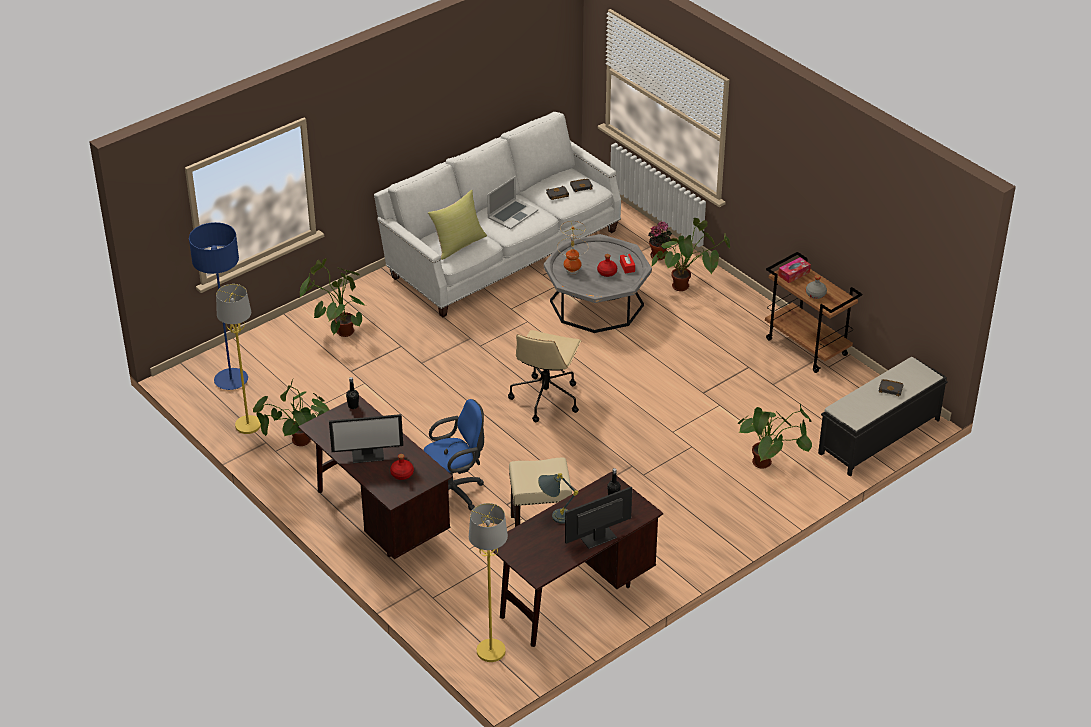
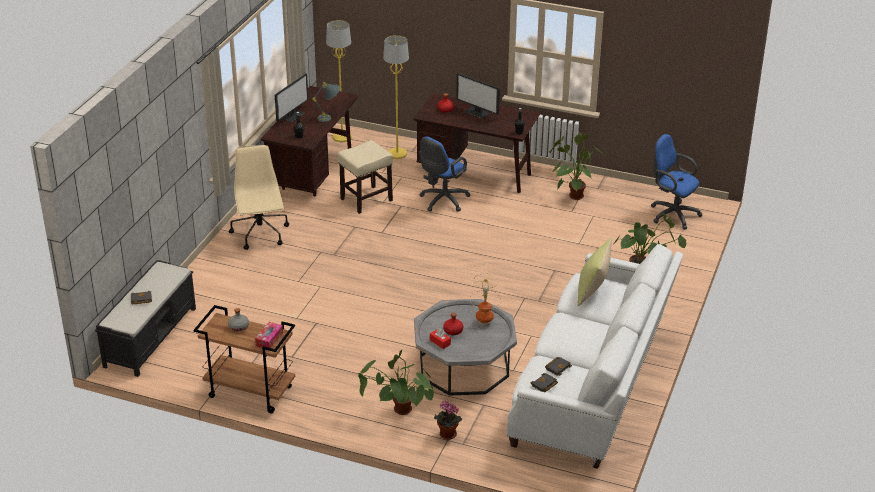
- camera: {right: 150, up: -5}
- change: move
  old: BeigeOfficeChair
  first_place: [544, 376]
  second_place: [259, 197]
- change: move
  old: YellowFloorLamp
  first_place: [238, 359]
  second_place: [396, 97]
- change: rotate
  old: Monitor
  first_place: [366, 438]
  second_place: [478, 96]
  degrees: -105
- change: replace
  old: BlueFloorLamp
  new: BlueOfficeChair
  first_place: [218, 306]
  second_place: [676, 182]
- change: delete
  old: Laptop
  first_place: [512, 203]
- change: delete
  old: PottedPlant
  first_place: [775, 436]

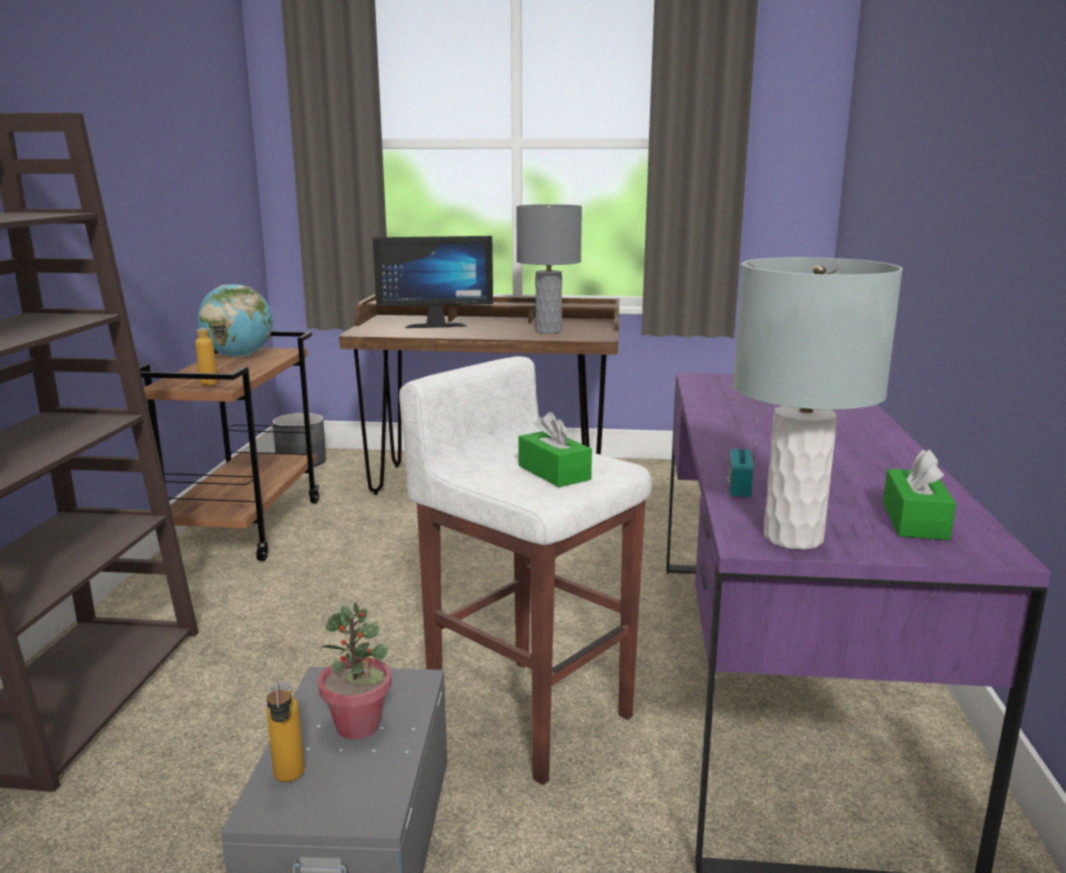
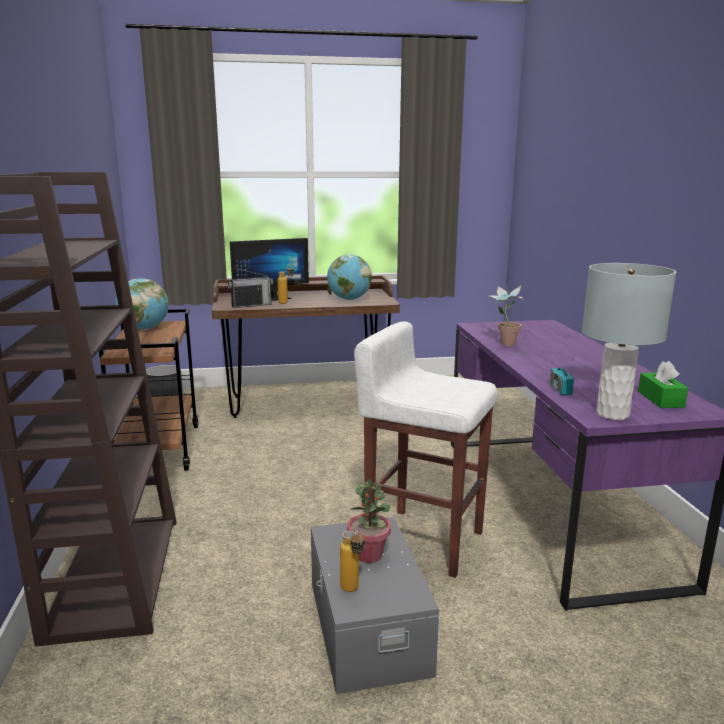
- camera: {right: -15, up: 0}
- change: insert
  new: Radio
  second_place: [250, 288]
- change: move
  old: Bottle
  first_place: [211, 351]
  second_place: [286, 284]
- change: replace
  old: GreyTableLamp
  new: Globe
  first_place: [549, 269]
  second_place: [349, 277]
- change: insert
  new: PottedPlant
  second_place: [505, 316]
- change: delete
  old: GreenTissueBox
  first_place: [555, 449]

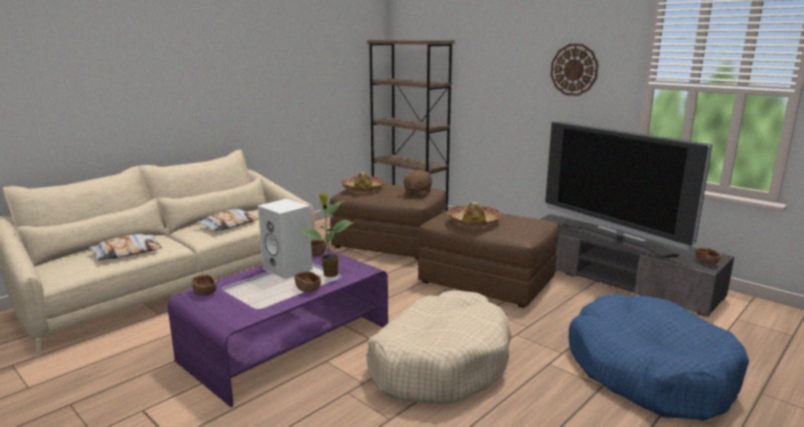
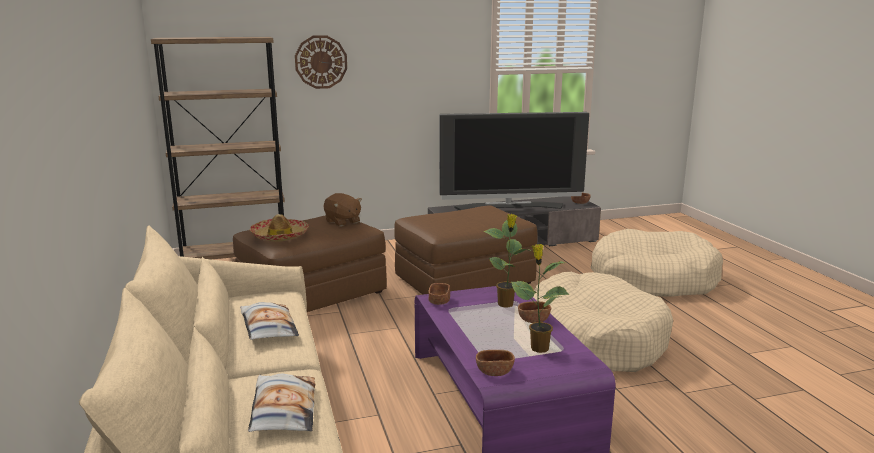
- camera: {right: -60, up: 0}
- change: move
  old: WallClock
  first_place: [574, 70]
  second_place: [321, 62]
- change: insert
  new: PottedPlant
  second_place: [540, 298]
- change: recolor
  old: BlueDogBed
  new: BeigeDogBed
  first_place: [659, 357]
  second_place: [657, 263]
- change: delete
  old: WhiteSpeaker
  first_place: [285, 239]
- change: delete
  old: Hat
  first_place: [474, 214]

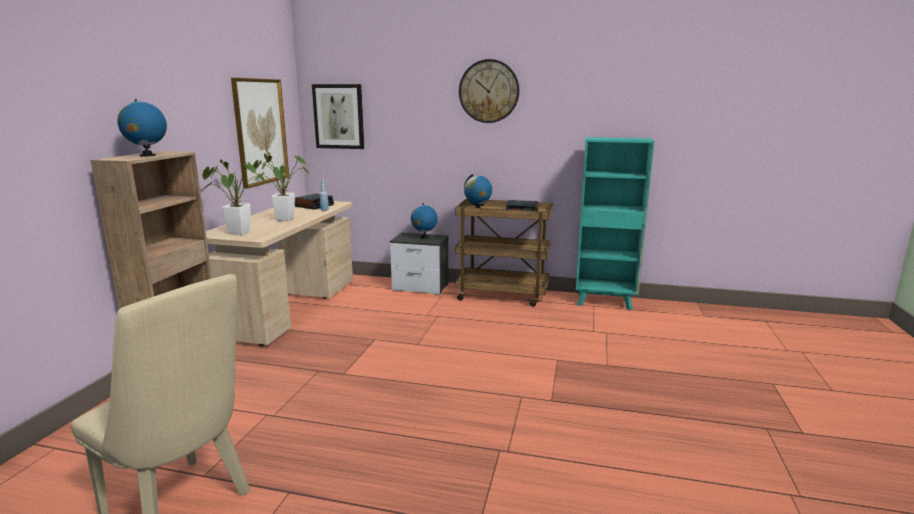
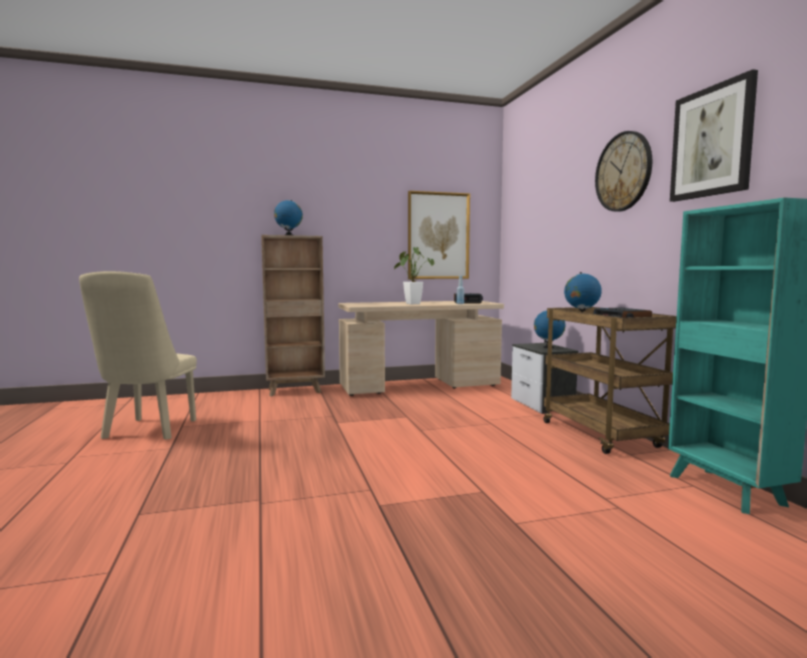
- camera: {right: 60, up: -10}
- change: move
  old: Picture
  first_place: [338, 116]
  second_place: [714, 135]
- change: delete
  old: PottedPlant
  first_place: [234, 197]

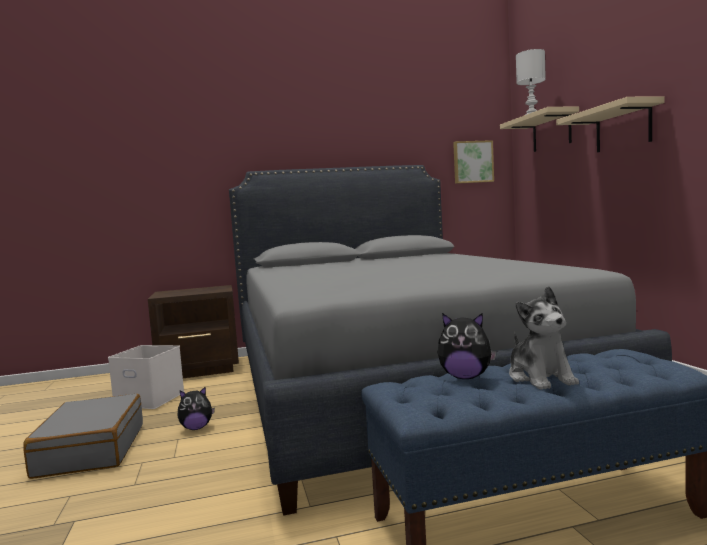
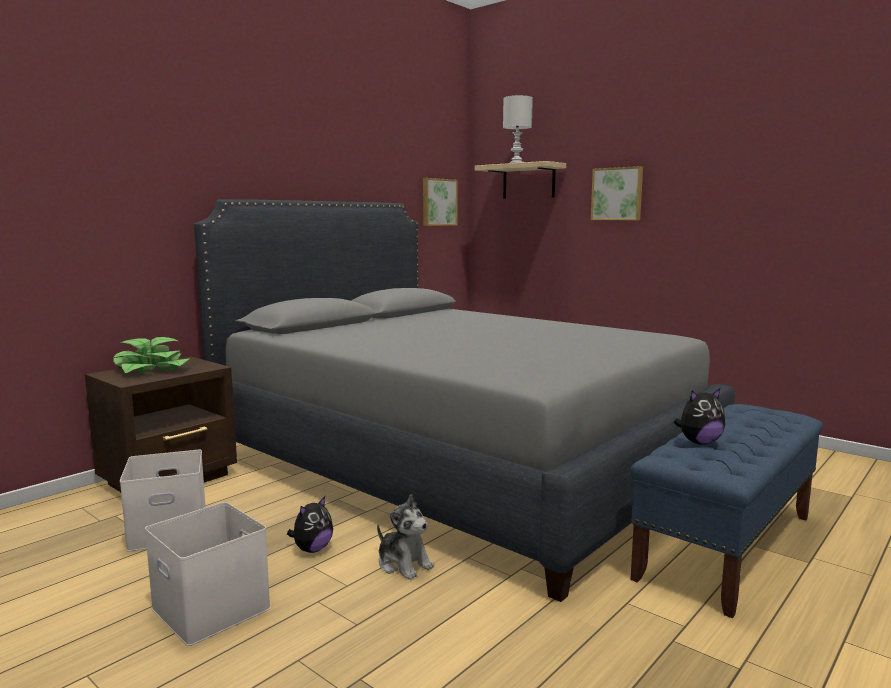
- camera: {right: -35, up: 5}
- change: insert
  new: PottedPlant
  second_place: [151, 355]
- change: replace
  old: GreySuitcase
  new: WhiteStorageBox
  first_place: [83, 436]
  second_place: [208, 574]
- change: move
  old: PlushToy
  first_place: [544, 338]
  second_place: [405, 537]
- change: replace
  old: BeigeShelf
  new: Picture
  first_place: [610, 124]
  second_place: [617, 193]

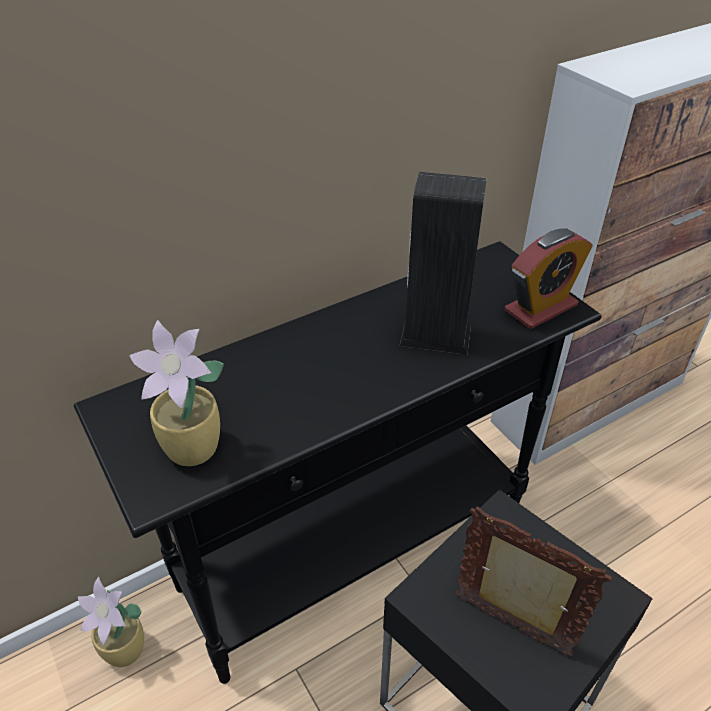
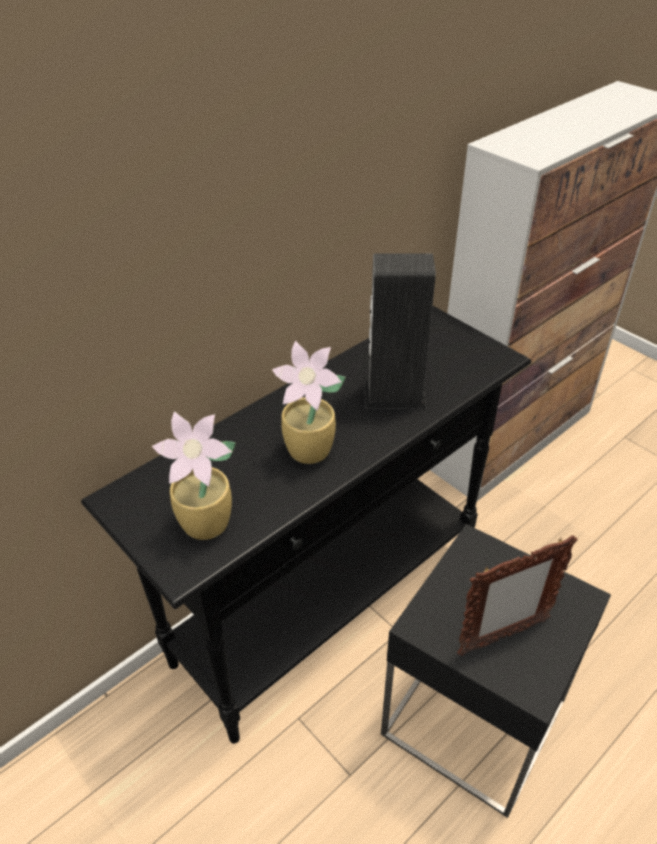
- camera: {right: -10, up: 0}
- change: move
  old: PottedPlant
  first_place: [111, 622]
  second_place: [309, 402]
- change: rotate
  old: PictureFrame
  first_place: [533, 581]
  second_place: [517, 595]
  degrees: 135
- change: delete
  old: AlarmClock
  first_place: [548, 278]

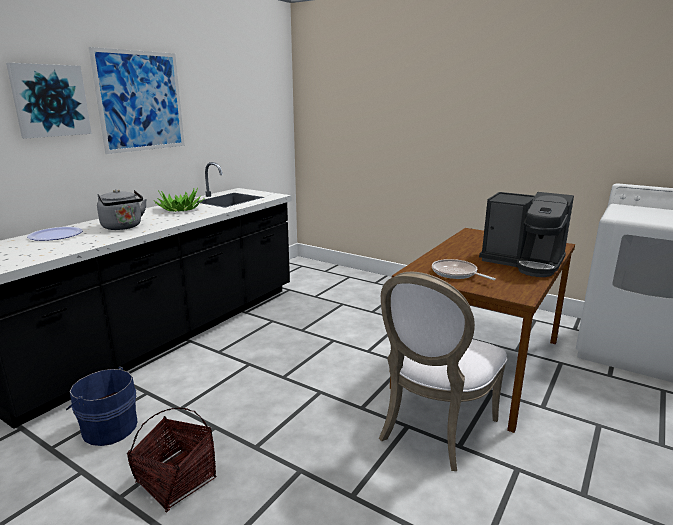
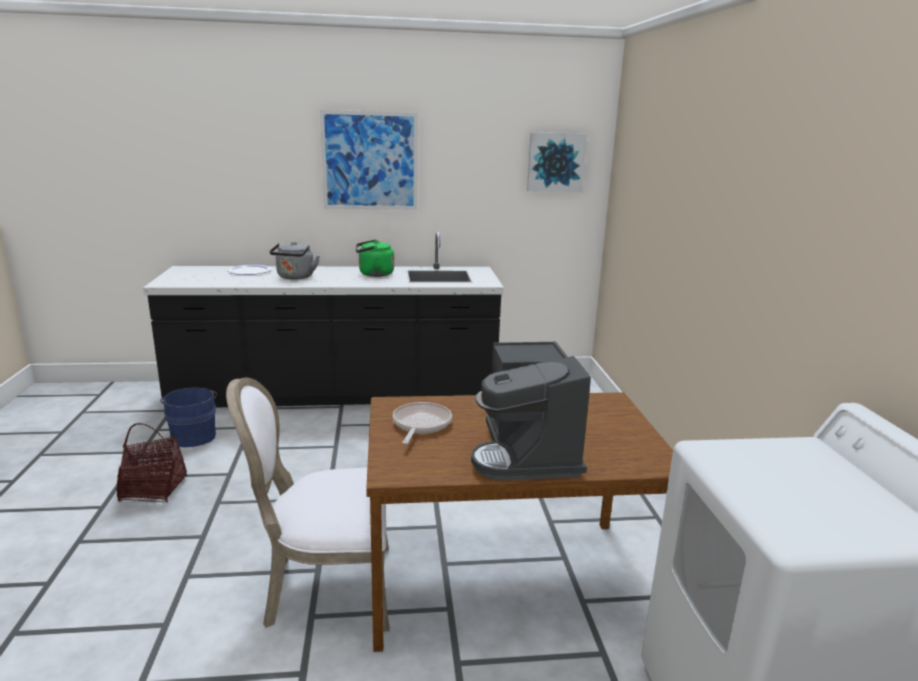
- camera: {right: 50, up: 0}
- change: replace
  old: PottedPlant
  new: GreenKettle
  first_place: [179, 200]
  second_place: [375, 258]
- change: move
  old: Picture
  first_place: [49, 101]
  second_place: [557, 162]

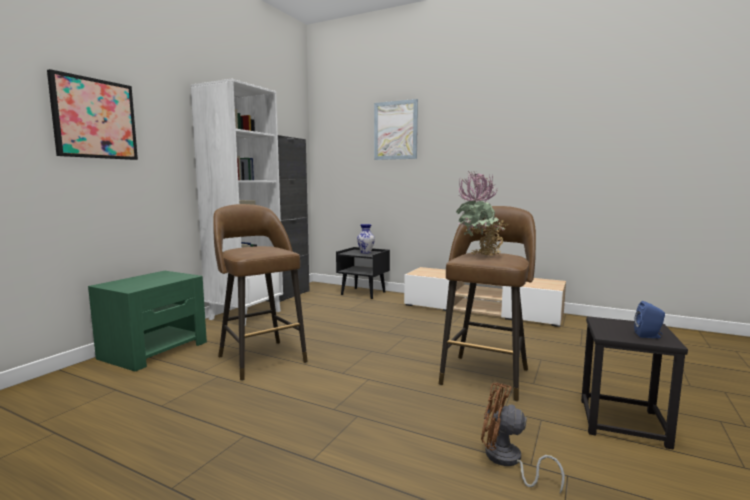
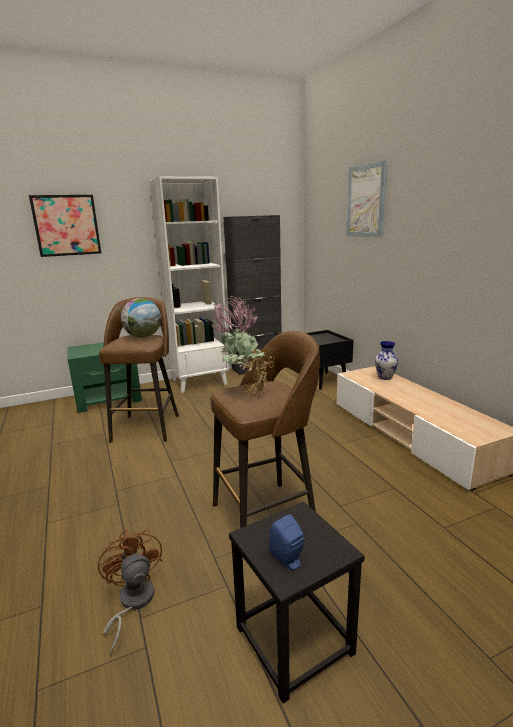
- camera: {right: 40, up: 10}
- change: insert
  new: Globe
  second_place: [141, 318]
- change: move
  old: Vase
  first_place: [366, 239]
  second_place: [387, 360]

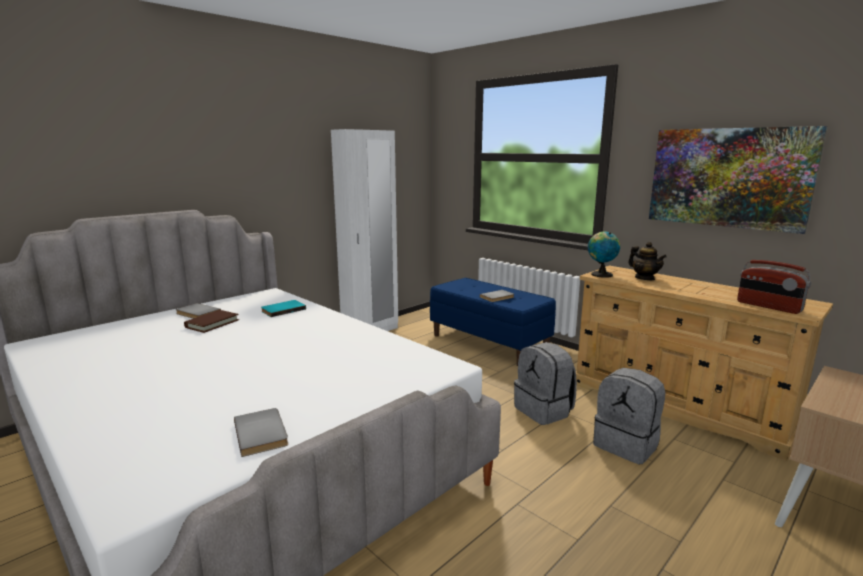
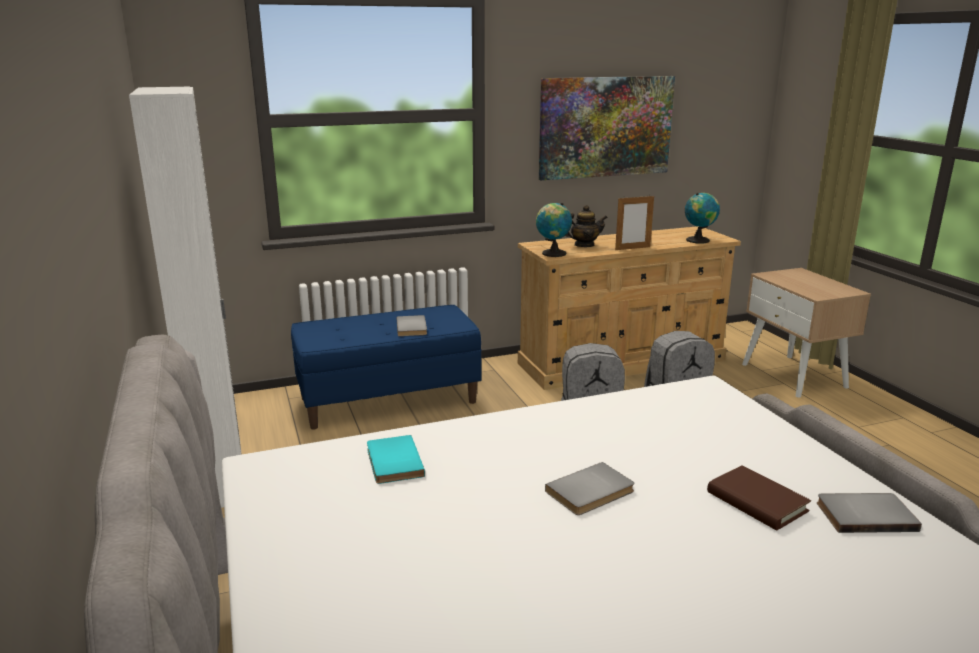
- camera: {right: -65, up: 5}
- change: move
  old: GreyBook
  first_place: [198, 311]
  second_place: [589, 488]
- change: insert
  new: PictureFrame
  second_place: [634, 223]
- change: replace
  old: Radio
  new: Globe
  first_place: [774, 287]
  second_place: [702, 218]
- change: move
  old: BrownBook
  first_place: [211, 321]
  second_place: [759, 497]

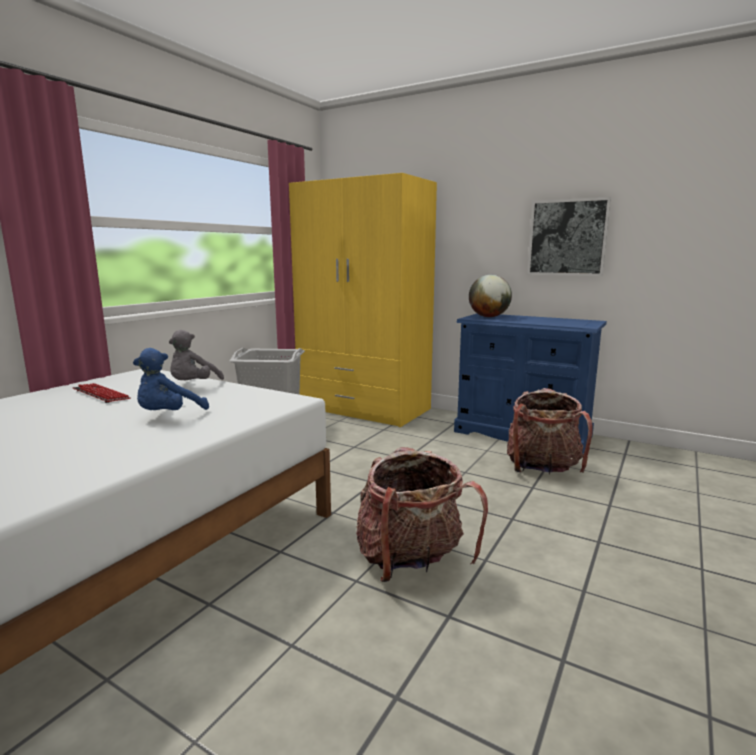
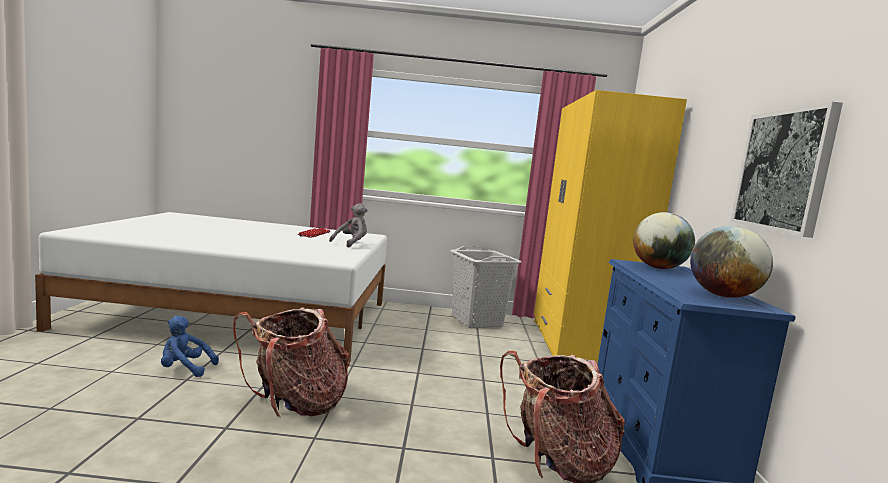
- camera: {right: 60, up: -5}
- change: move
  old: BluePlushToy
  first_place: [171, 379]
  second_place: [190, 346]
- change: rotate
  old: GreyPlushToy
  first_place: [196, 355]
  second_place: [348, 225]
  degrees: 135
- change: insert
  new: Globe
  second_place: [731, 262]

